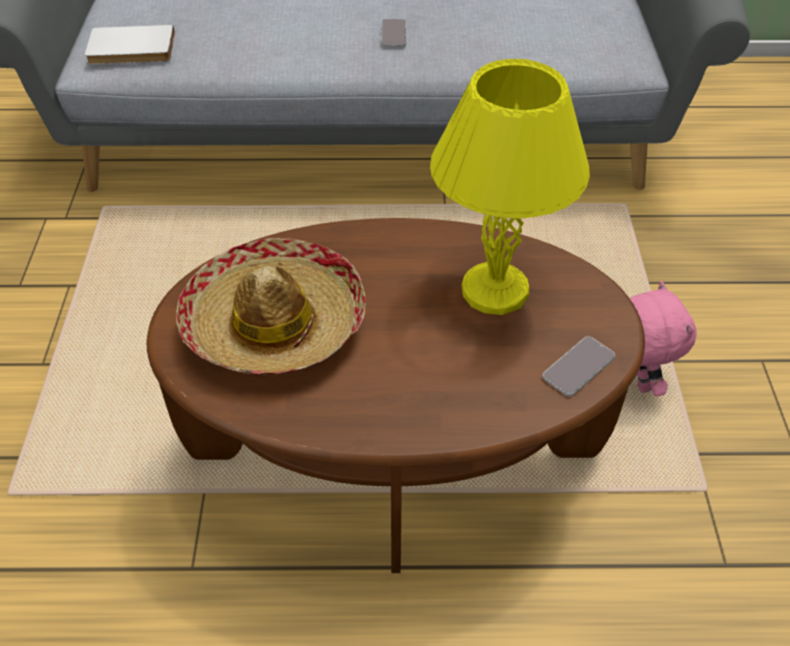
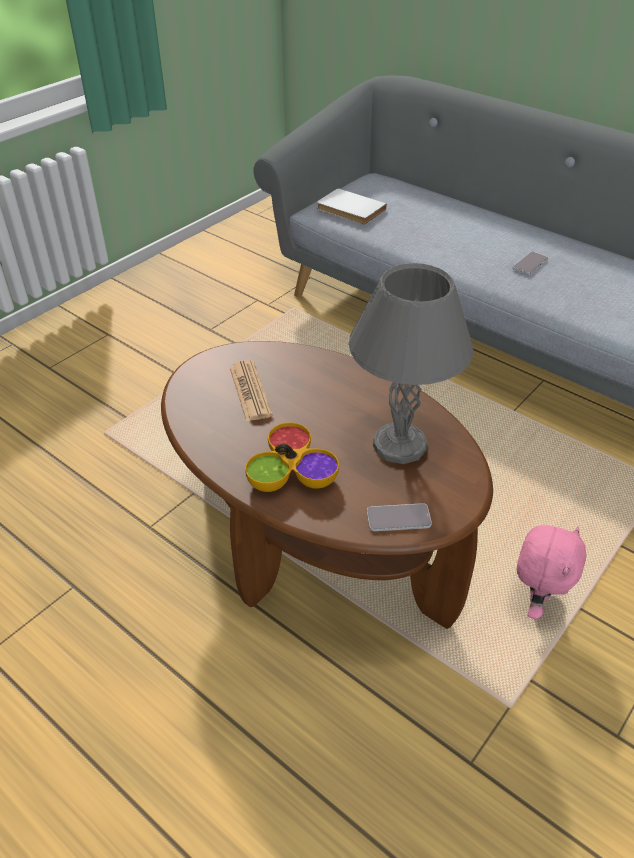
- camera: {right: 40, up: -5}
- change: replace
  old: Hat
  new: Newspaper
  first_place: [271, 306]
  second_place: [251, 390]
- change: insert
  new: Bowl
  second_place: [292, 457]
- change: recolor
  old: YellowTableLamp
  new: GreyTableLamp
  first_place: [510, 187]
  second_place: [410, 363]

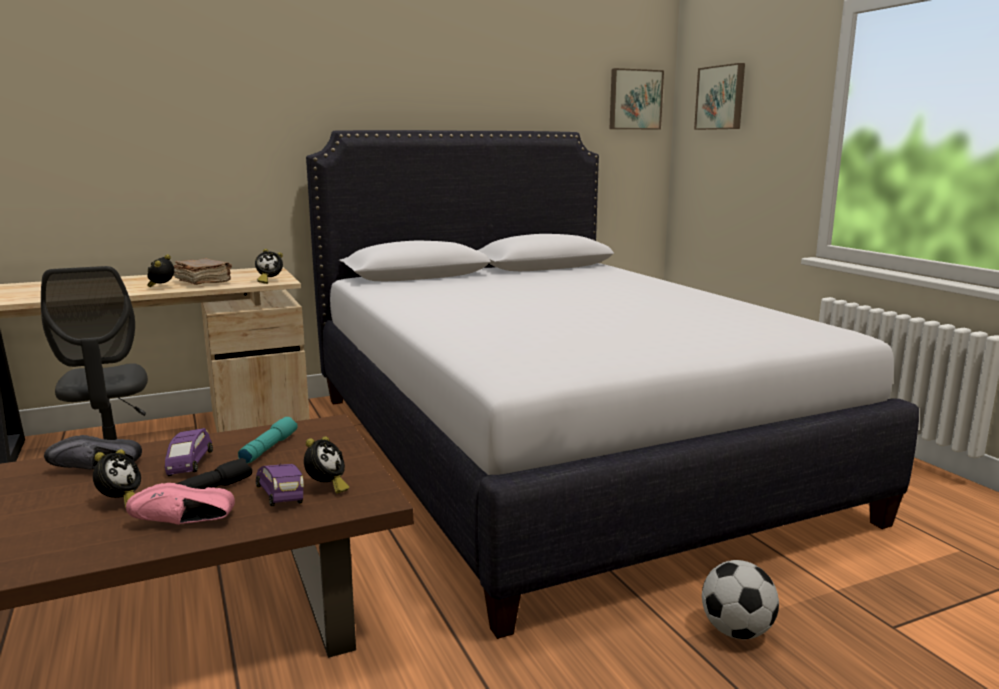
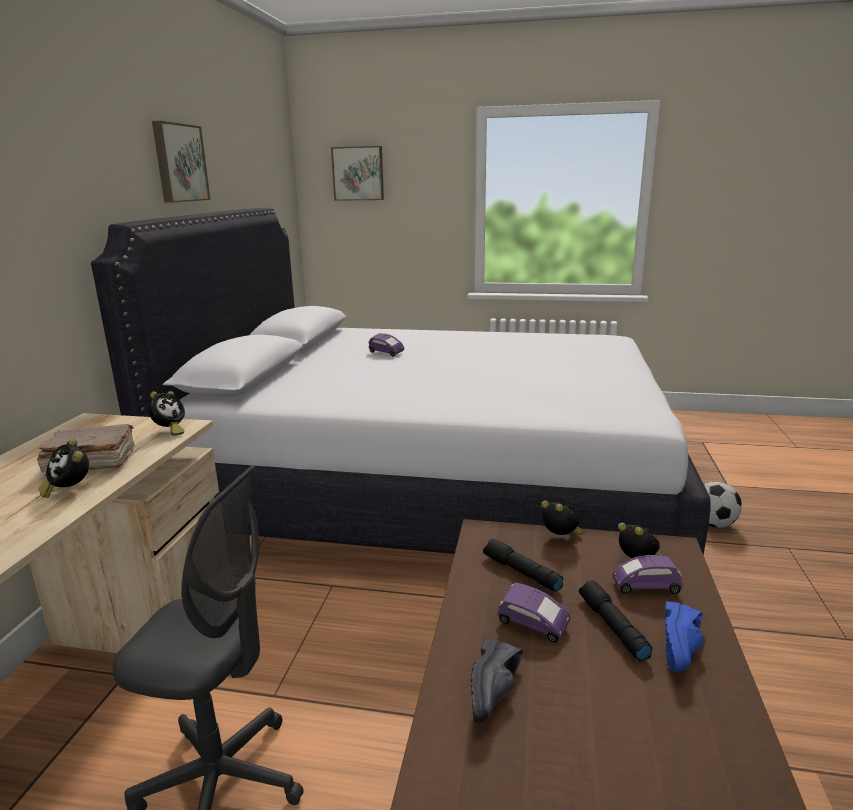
- camera: {right: -55, up: 5}
- change: move
  old: Picture
  first_place: [636, 98]
  second_place: [181, 162]
- change: insert
  new: PurpleToyCar
  second_place: [386, 345]
- change: recolor
  old: TurquoiseFlashlight
  new: BlackFlashlight
  first_place: [268, 440]
  second_place: [523, 565]
- change: move
  old: AlarmClock
  first_place: [117, 478]
  second_place: [562, 518]
- change: recolor
  old: PinkShoe
  new: BlueShoe
  first_place: [180, 504]
  second_place: [684, 636]

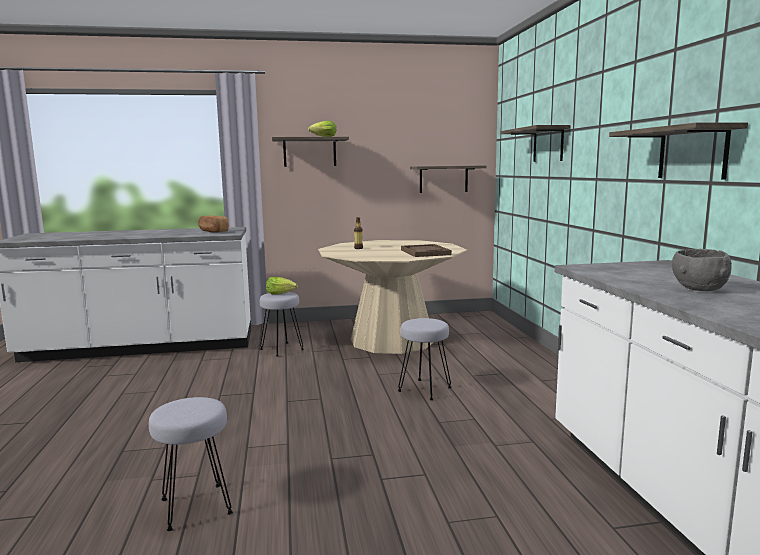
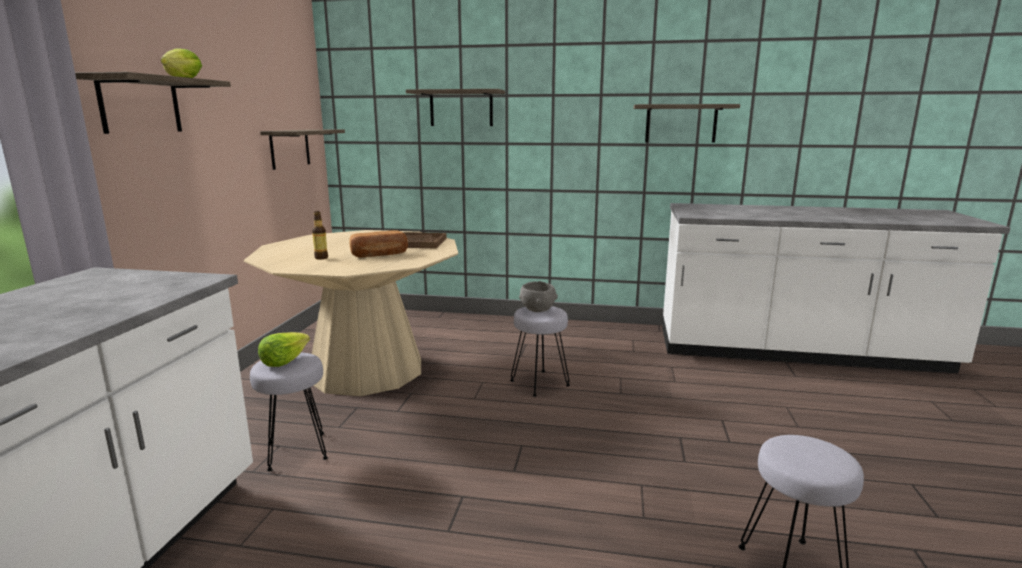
- camera: {right: -70, up: 5}
- change: move
  old: Bread
  first_place: [213, 224]
  second_place: [379, 244]
- change: move
  old: GreyBowl
  first_place: [702, 270]
  second_place: [538, 296]

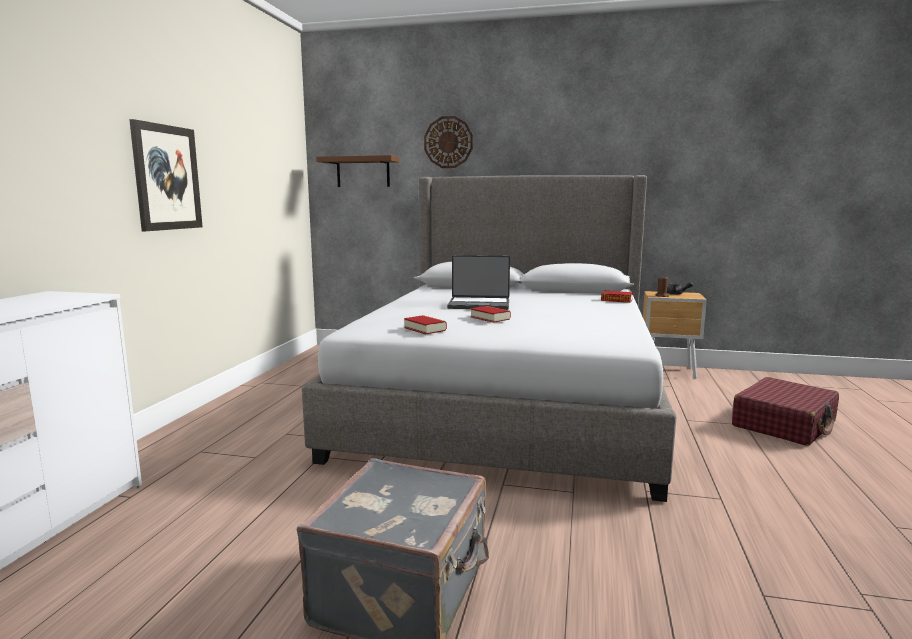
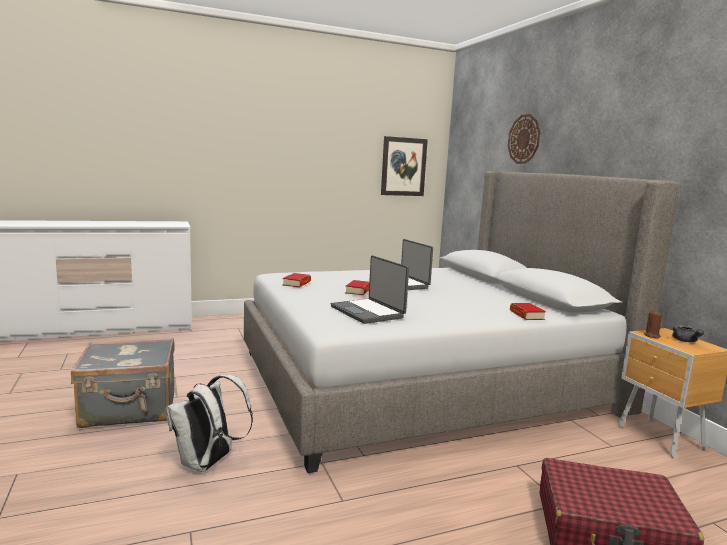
- camera: {right: 55, up: 0}
- change: insert
  new: WhiteBackpack
  second_place: [209, 423]
- change: insert
  new: Laptop
  second_place: [370, 290]
- change: move
  old: Picture
  first_place: [166, 175]
  second_place: [404, 166]
- change: delete
  old: BrownShelf
  first_place: [358, 171]

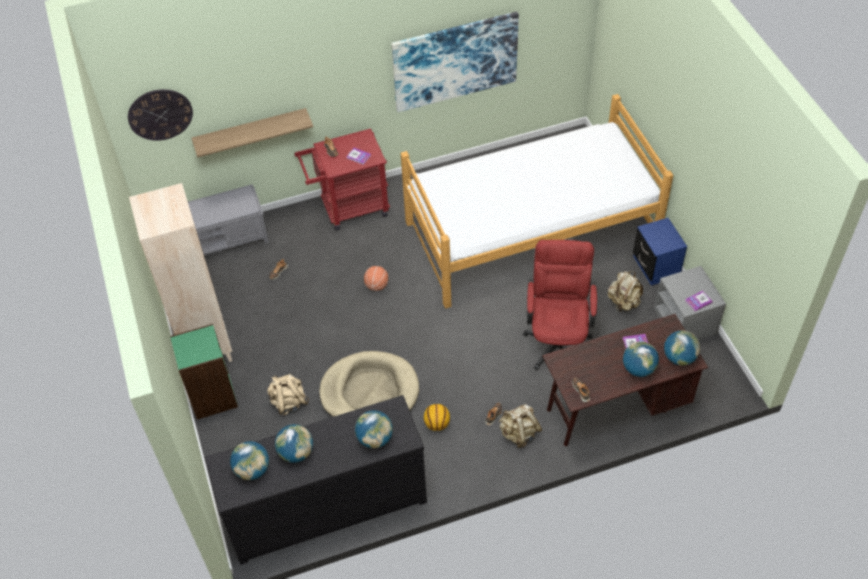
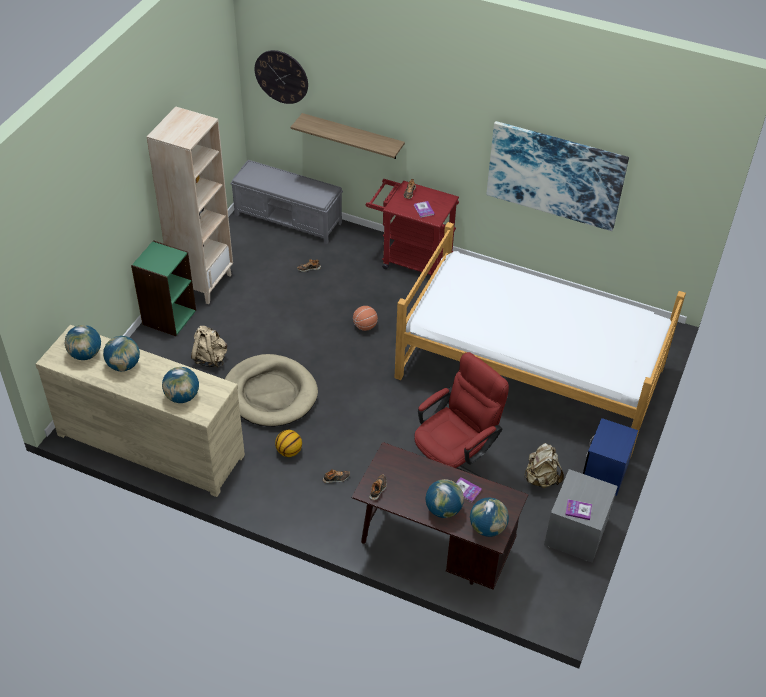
- camera: {right: 40, up: -5}
- change: recolor
  old: BlackDresser
  new: BeigeDresser
  first_place: [316, 480]
  second_place: [140, 411]
- change: delete
  old: BeigeBackpack
  first_place: [520, 426]

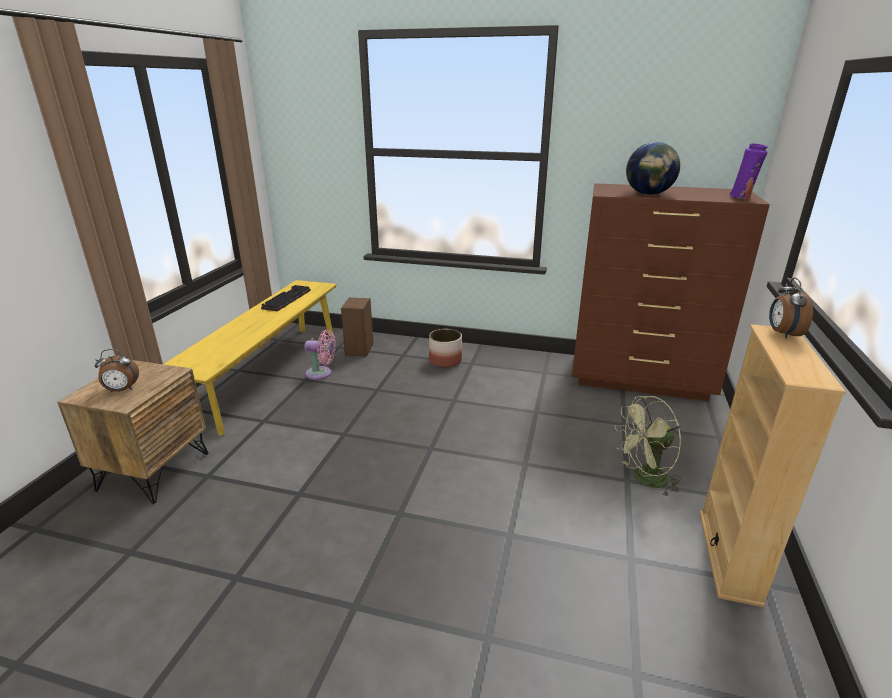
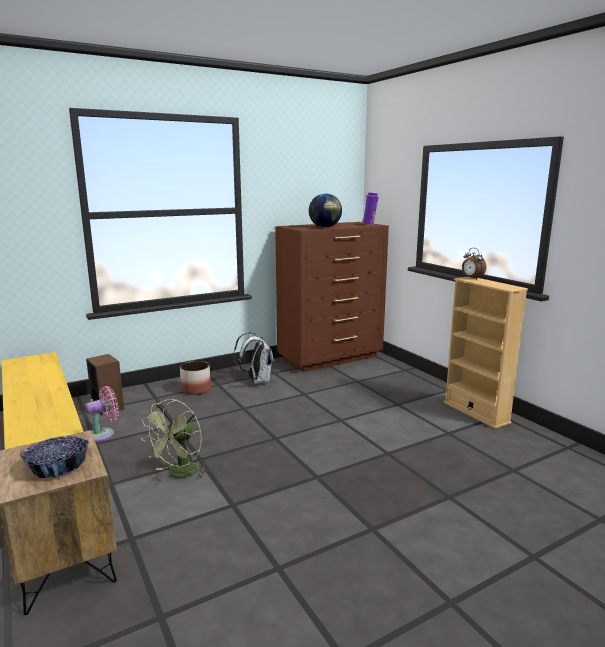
- camera: {right: -45, up: -10}
- change: replace
  old: AlarmClock
  new: Bowl
  first_place: [117, 370]
  second_place: [54, 457]
- change: move
  old: GreenFan
  first_place: [648, 446]
  second_place: [174, 439]
- change: insert
  new: WhiteBackpack
  second_place: [254, 358]
- change: delete
  old: Keyboard
  first_place: [286, 298]

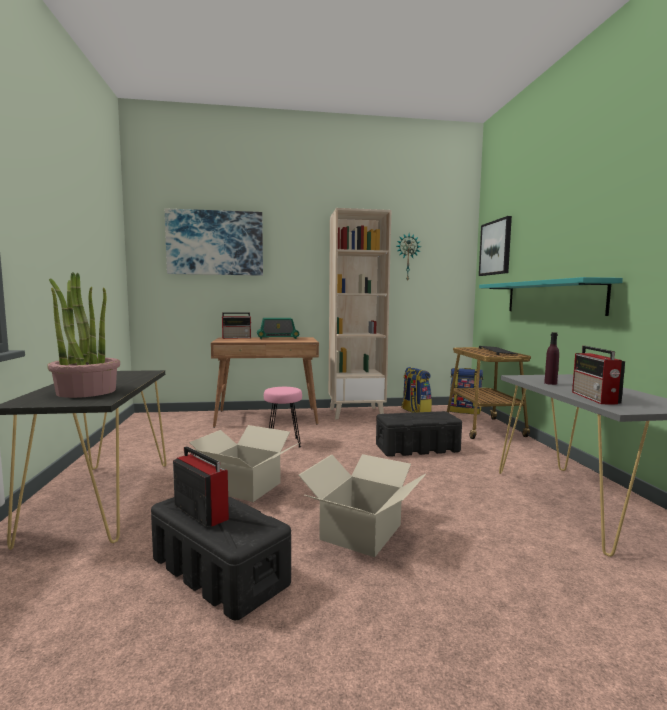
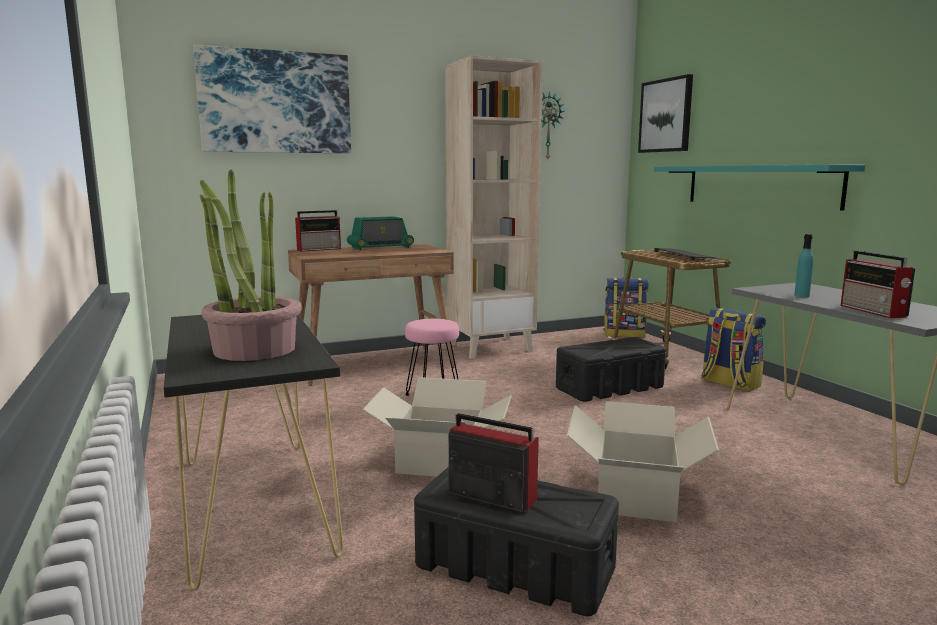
- camera: {right: -15, up: 5}
- change: move
  old: Backpack
  first_place: [416, 390]
  second_place: [733, 350]
- change: recolor
  old: PurpleBottle
  new: TurquoiseBottle
  first_place: [551, 358]
  second_place: [804, 265]

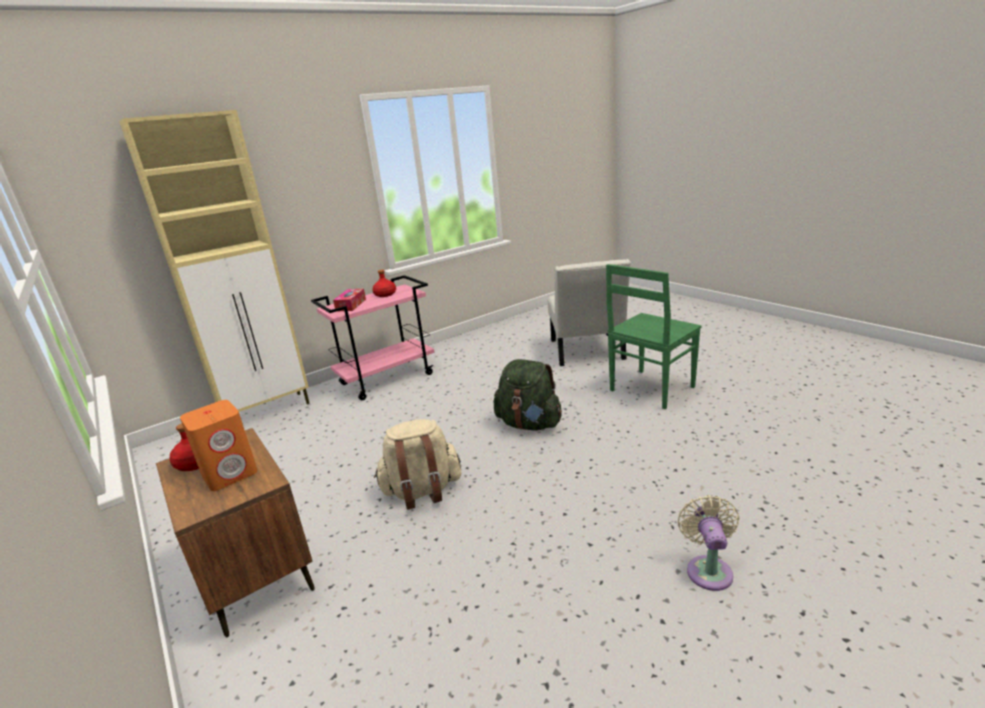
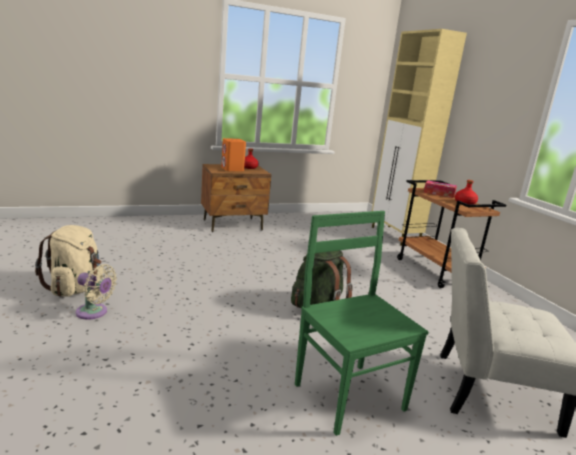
- camera: {right: 100, up: -5}
- change: move
  old: BeigeBackpack
  first_place: [417, 464]
  second_place: [68, 261]
- change: recolor
  old: PinkCart
  new: BrownCart
  first_place: [373, 337]
  second_place: [451, 234]

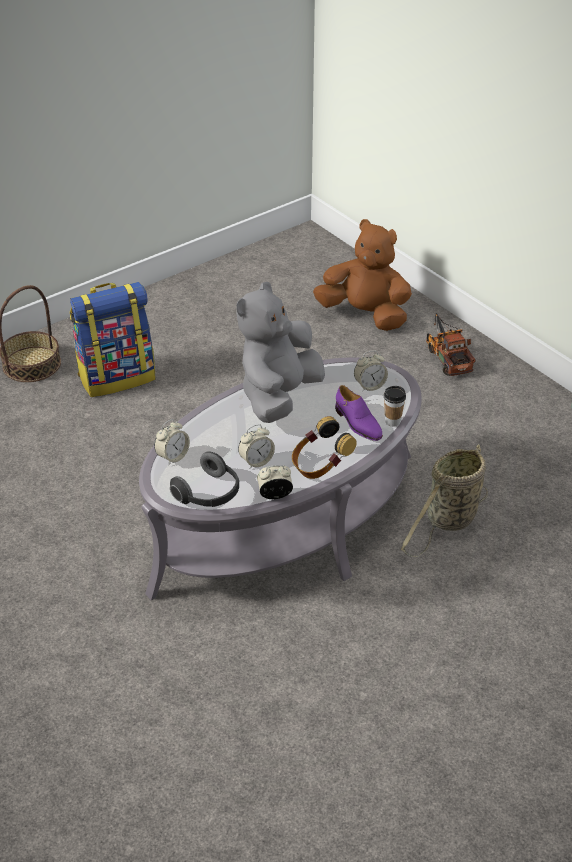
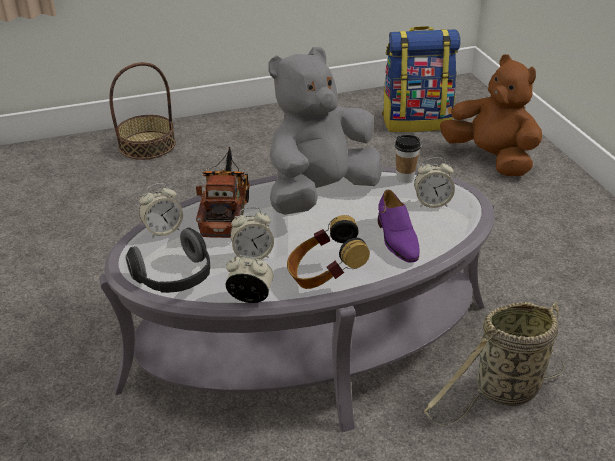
- camera: {right: 20, up: -5}
- change: move
  old: ToyTruck
  first_place: [451, 344]
  second_place: [223, 192]
- change: move
  old: Backpack
  first_place: [113, 339]
  second_place: [421, 79]
- change: move
  old: Cup
  first_place: [395, 406]
  second_place: [408, 159]

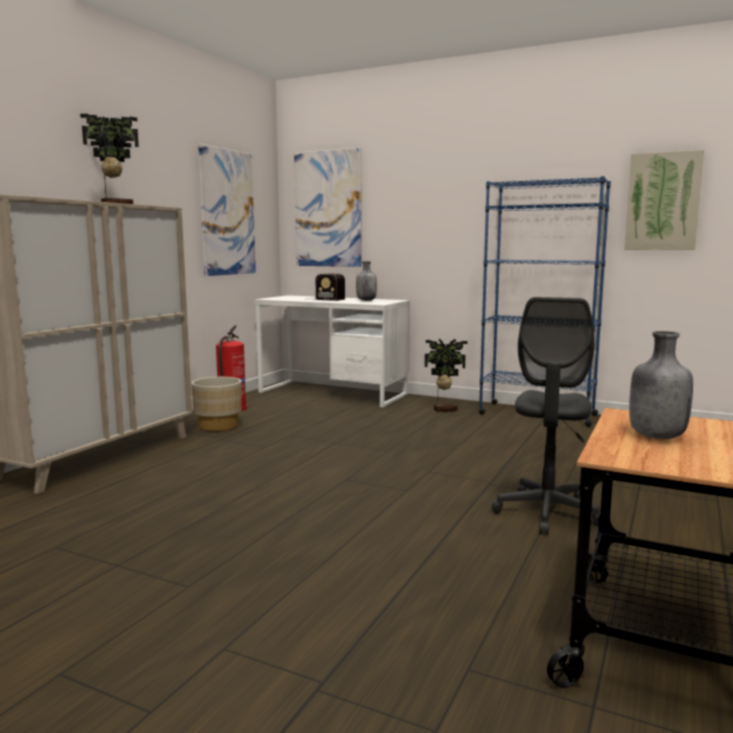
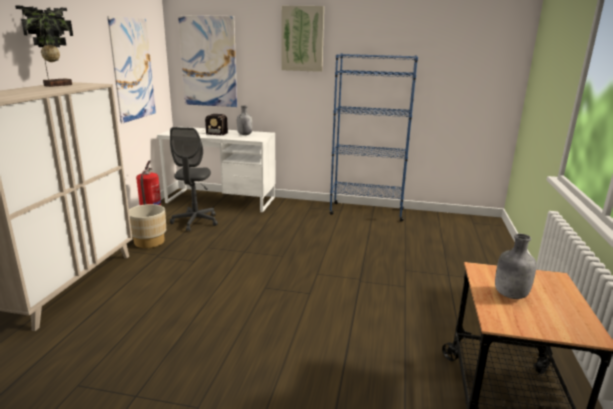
- camera: {right: -15, up: 10}
- change: move
  old: GreyOfficeChair
  first_place: [546, 416]
  second_place: [194, 179]
- change: move
  old: Picture
  first_place: [664, 200]
  second_place: [303, 39]
- change: delete
  old: PottedPlant
  first_place: [446, 375]

